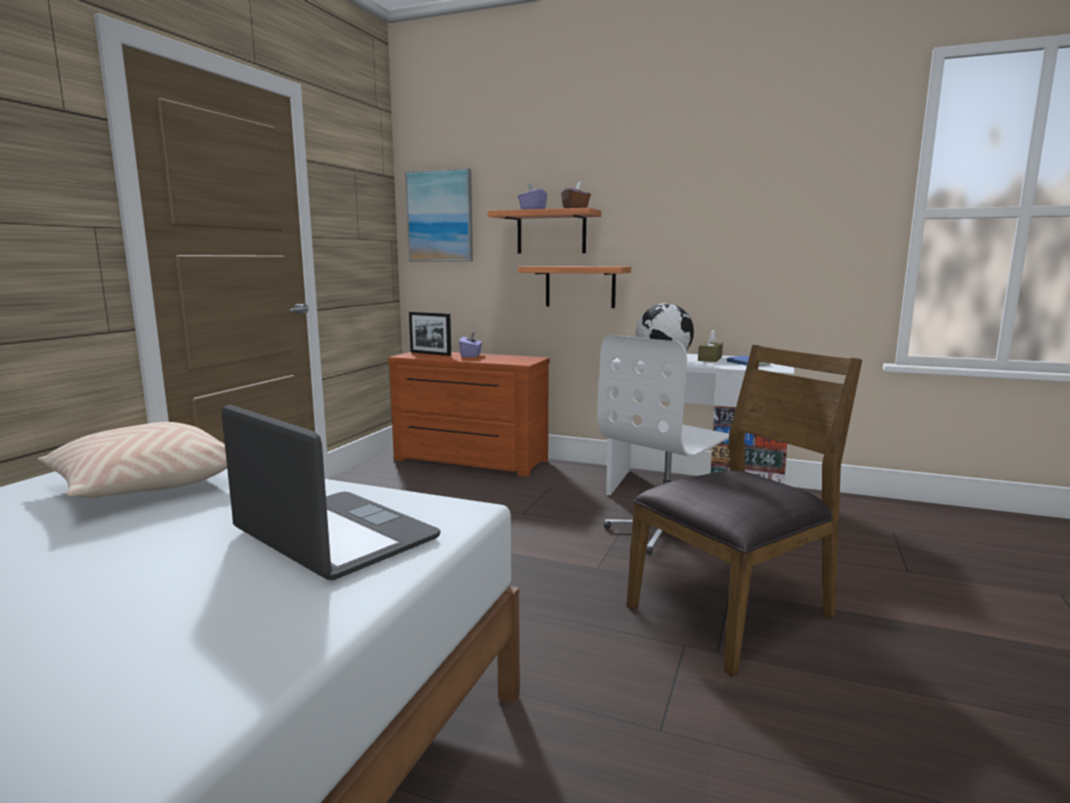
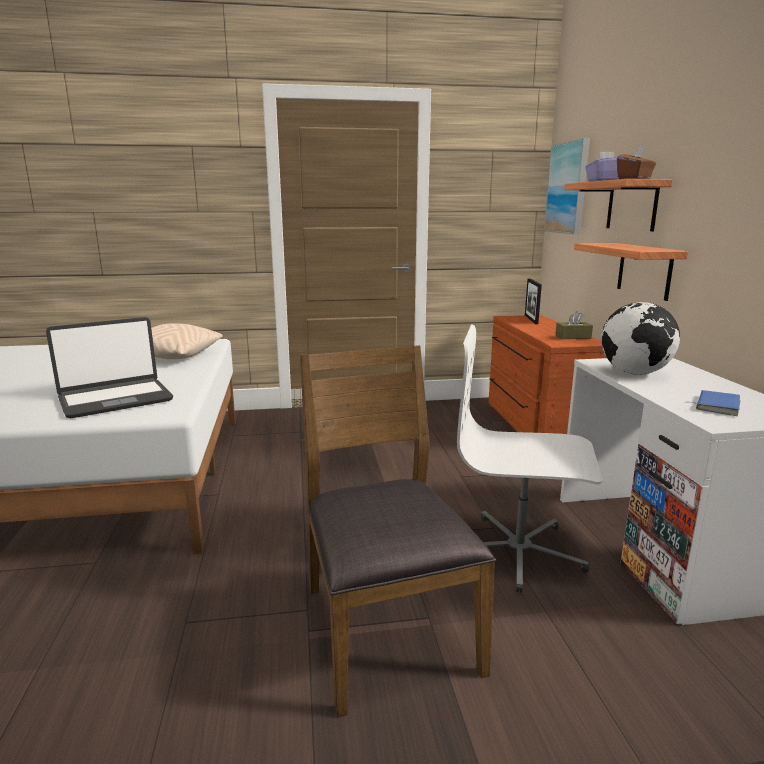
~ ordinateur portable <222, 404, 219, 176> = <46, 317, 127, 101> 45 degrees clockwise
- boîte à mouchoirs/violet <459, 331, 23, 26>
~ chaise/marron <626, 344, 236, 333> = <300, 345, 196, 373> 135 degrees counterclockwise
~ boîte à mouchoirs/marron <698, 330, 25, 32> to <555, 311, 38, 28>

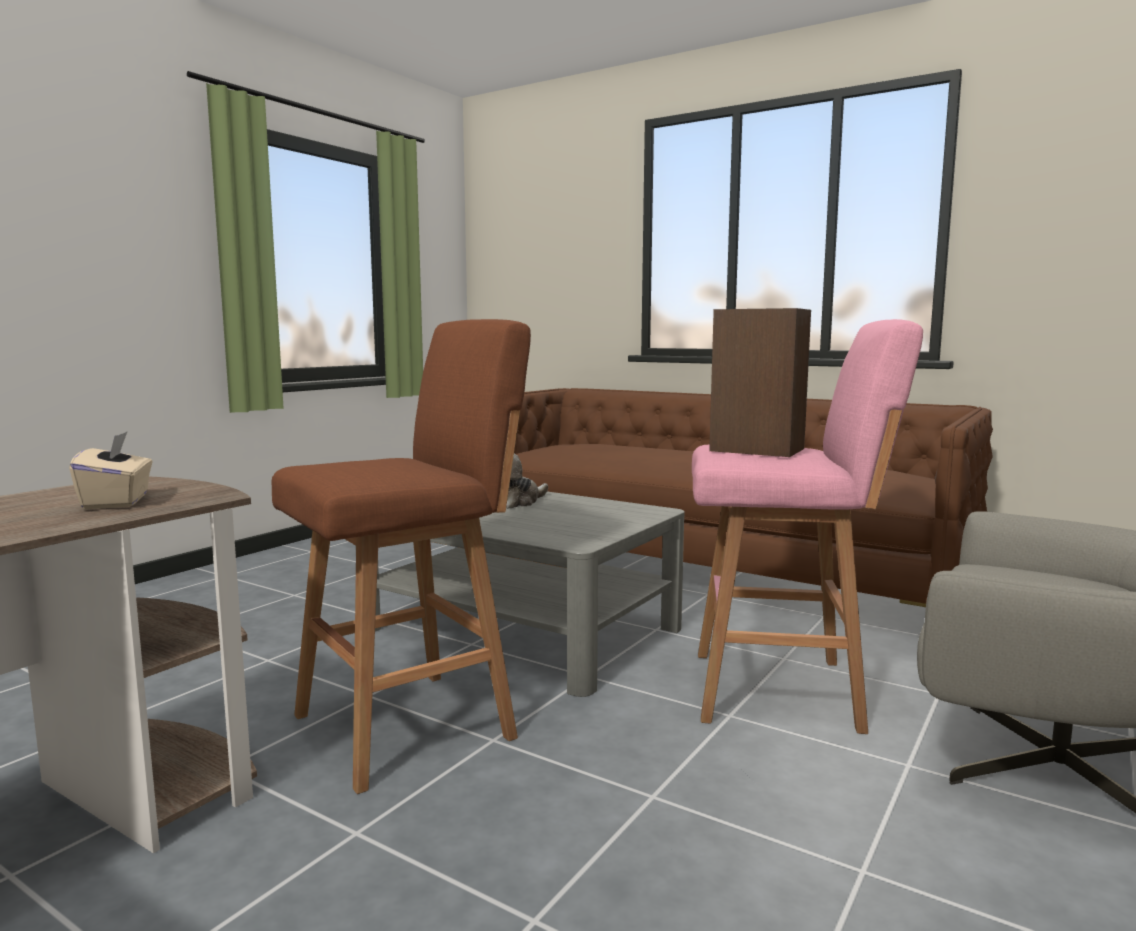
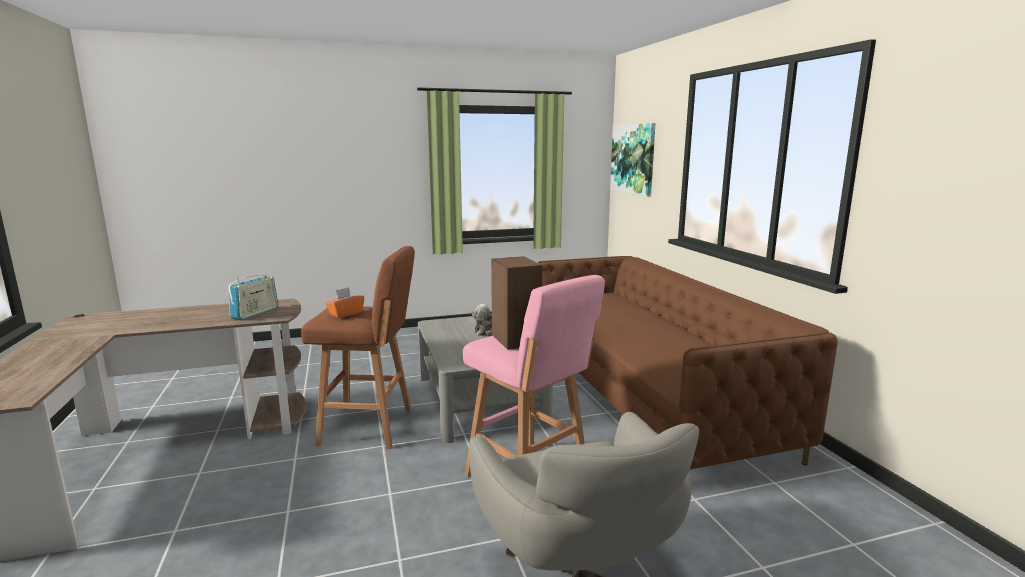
~ boîte à mouchoirs/beige <69, 431, 84, 78> to radio <228, 275, 50, 45>
+ boîte à mouchoirs/orange <325, 287, 39, 31>
+ tableau <610, 123, 46, 74>

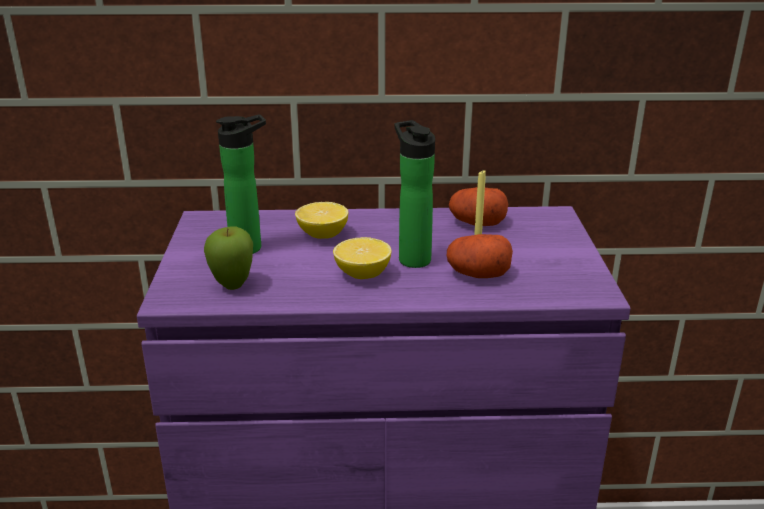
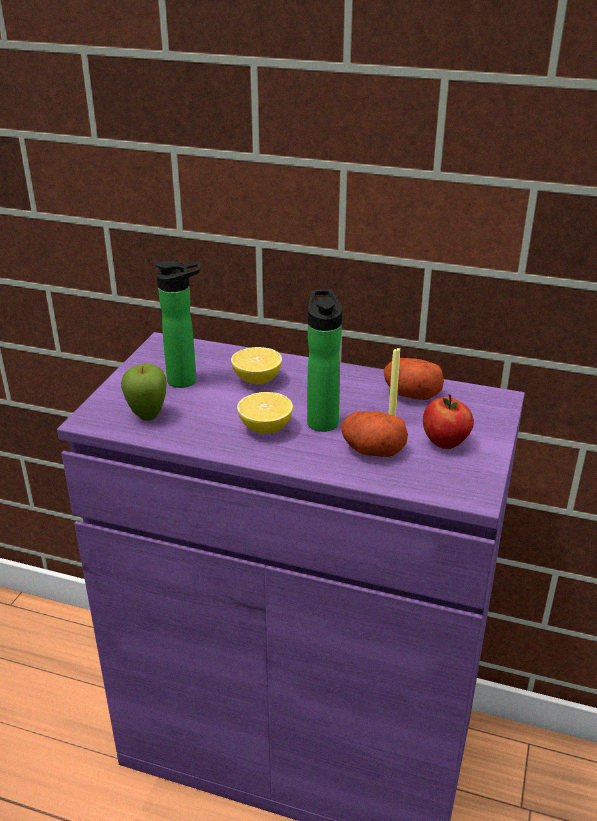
+ pomme <423, 394, 51, 55>

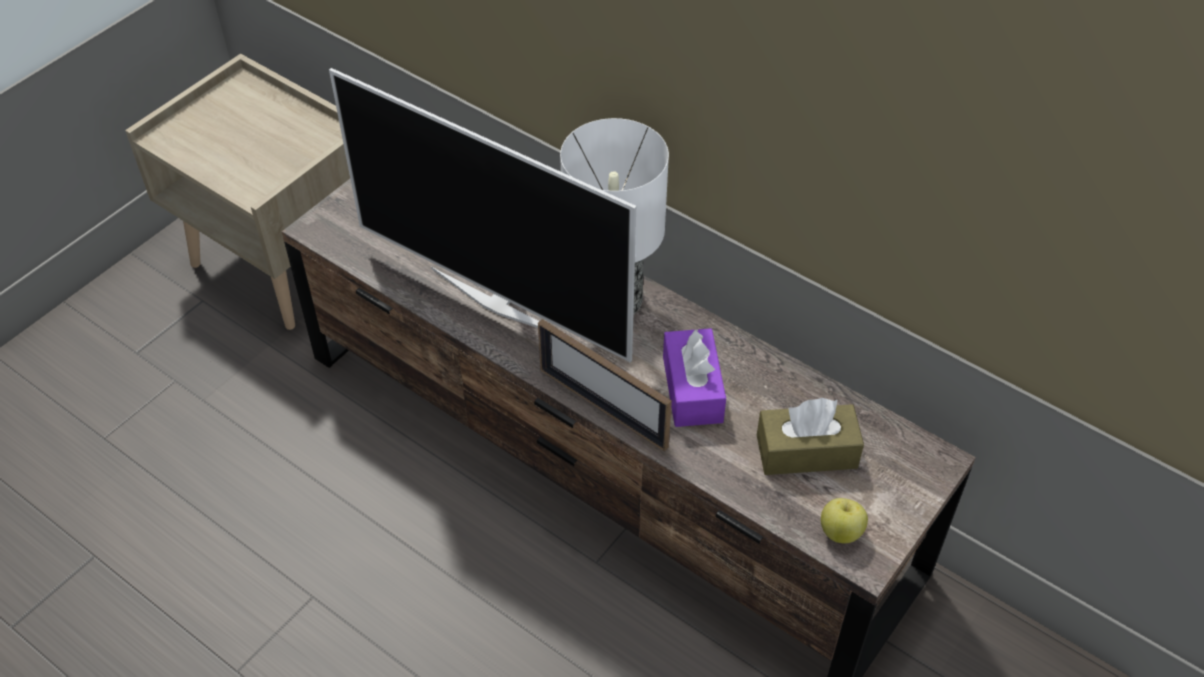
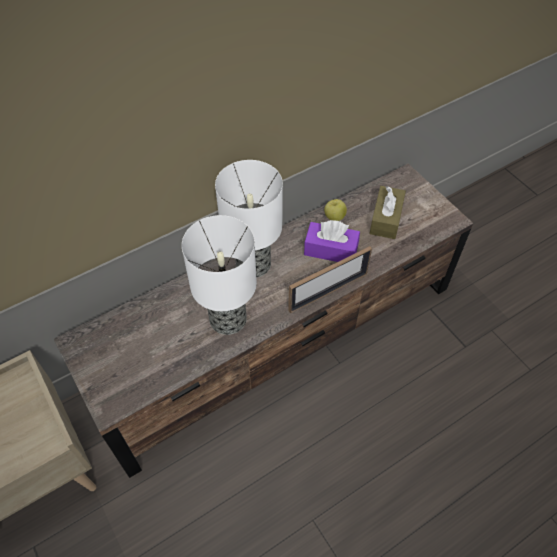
~ téléviseur <329, 68, 307, 294> to lampe de table <182, 215, 75, 120>
~ pomme <821, 498, 47, 45> to <324, 199, 23, 22>

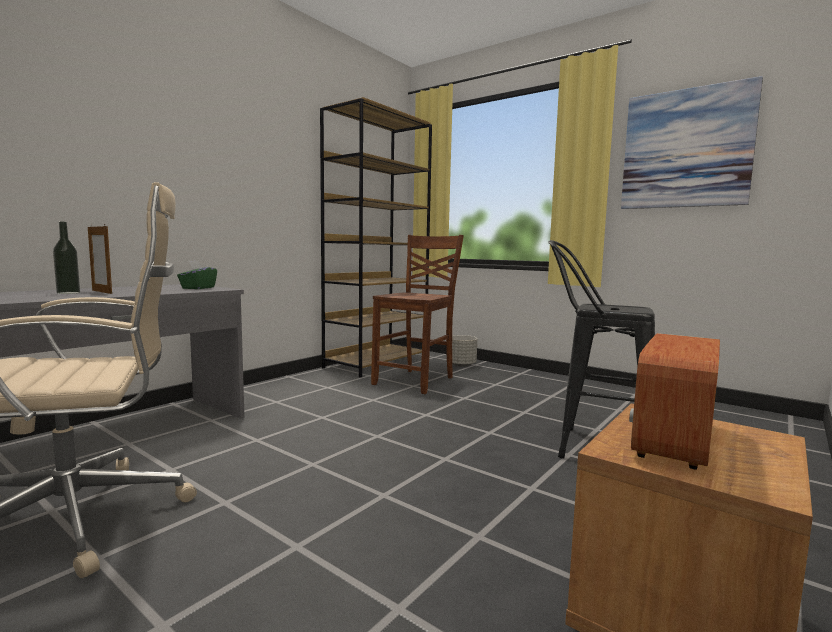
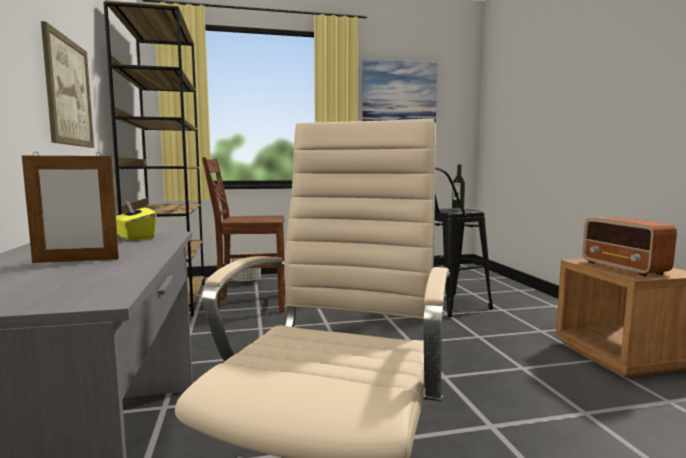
~ bouteille <53, 222, 27, 72> to <452, 164, 13, 46>
~ boîte à mouchoirs/vert <177, 260, 40, 29> to boîte à mouchoirs/jaune <116, 200, 41, 40>
~ chaise/marron <371, 235, 93, 159> = <202, 157, 83, 155> 75 degrees counterclockwise
+ tableau <41, 21, 53, 127>

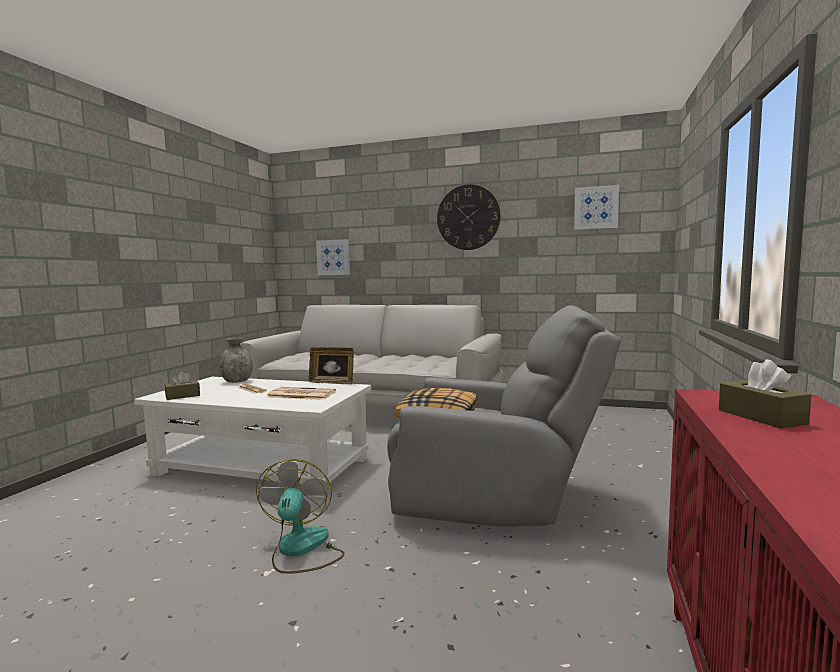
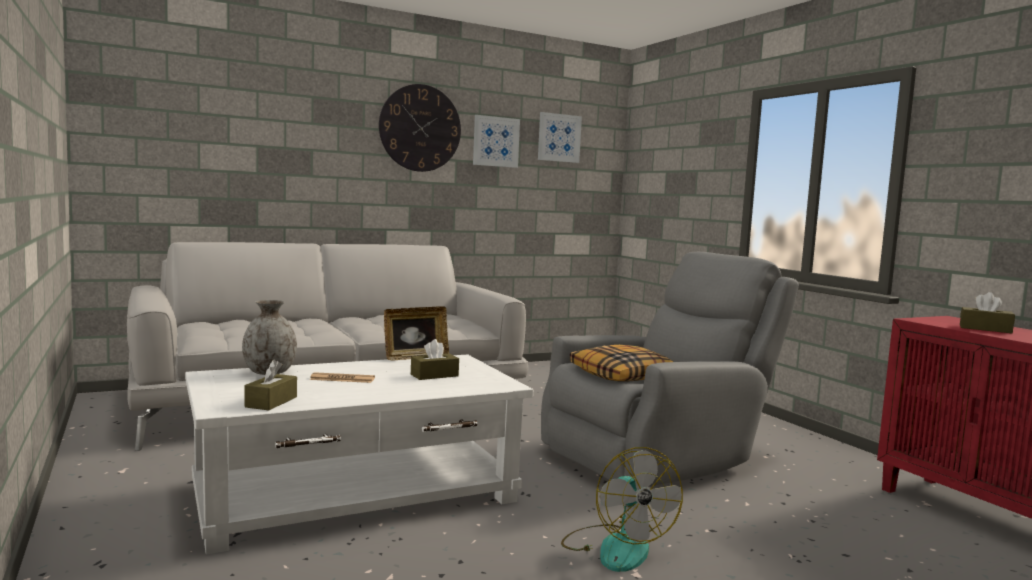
~ ventilateur <256, 459, 89, 115> = <561, 447, 122, 125> 150 degrees counterclockwise
~ journal <267, 387, 69, 13> to boîte à mouchoirs/marron <411, 339, 48, 41>
~ tableau <316, 239, 34, 36> to <473, 115, 47, 53>

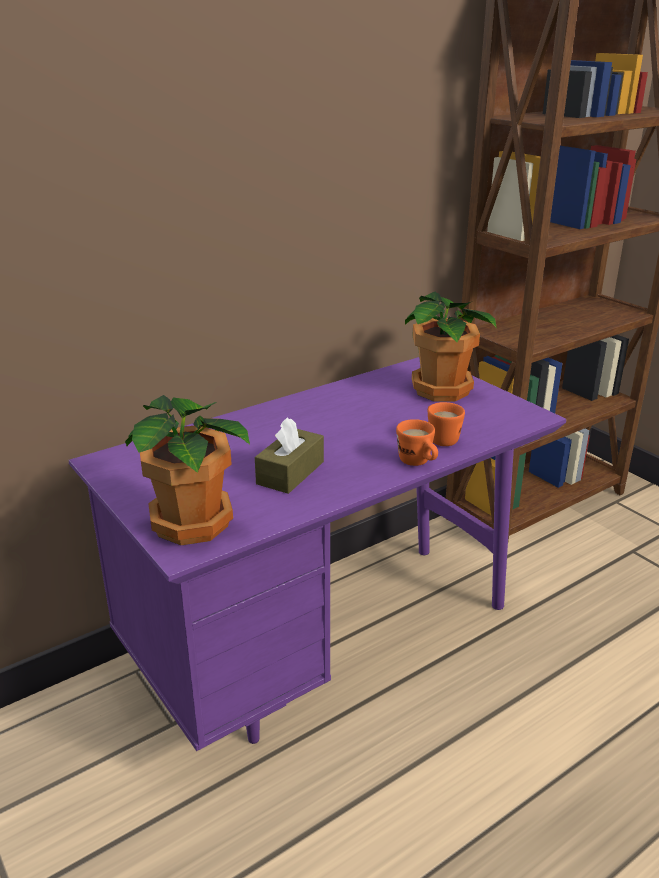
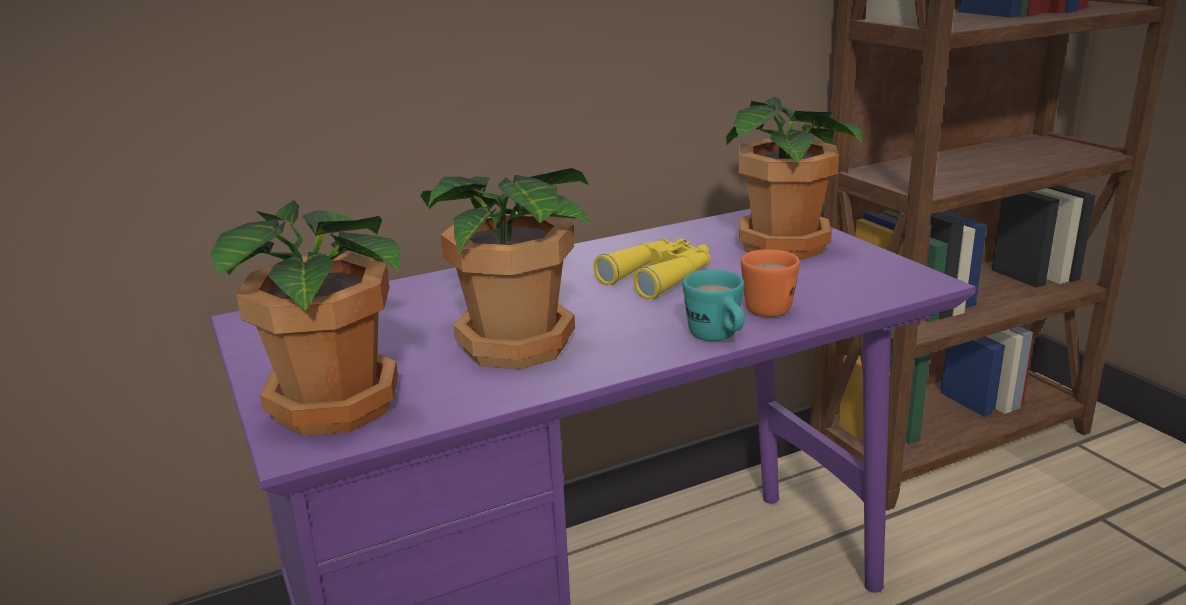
~ boîte à mouchoirs/marron <255, 417, 69, 77> to plante en pot <421, 168, 171, 202>
~ mug/orange <396, 419, 42, 47> to mug/turquoise <683, 270, 62, 71>
+ jumelles/jaune <593, 238, 118, 62>

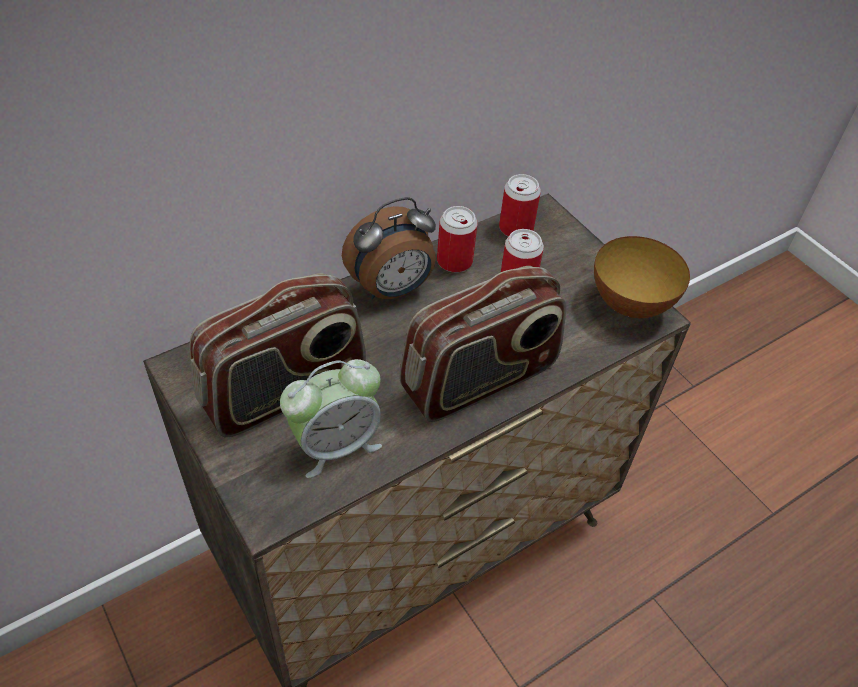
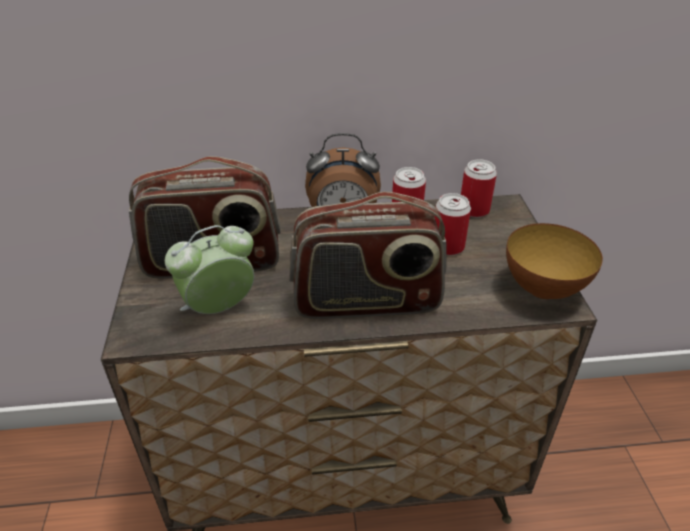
~ réveil <280, 359, 102, 119> = <165, 225, 89, 89> 150 degrees clockwise

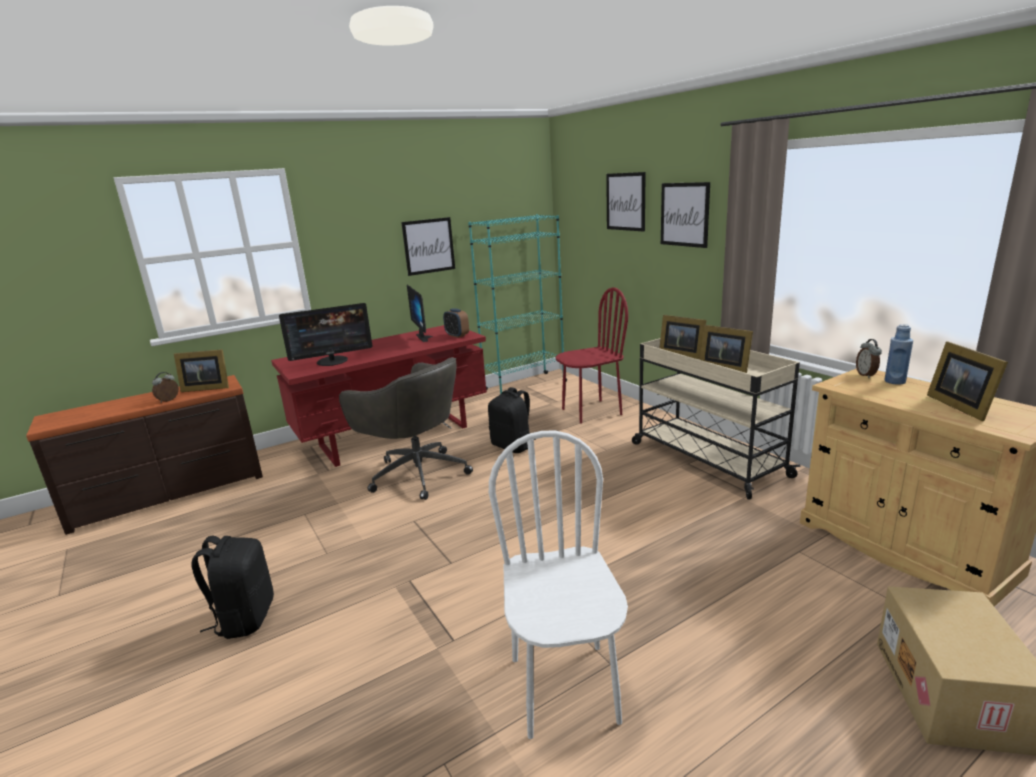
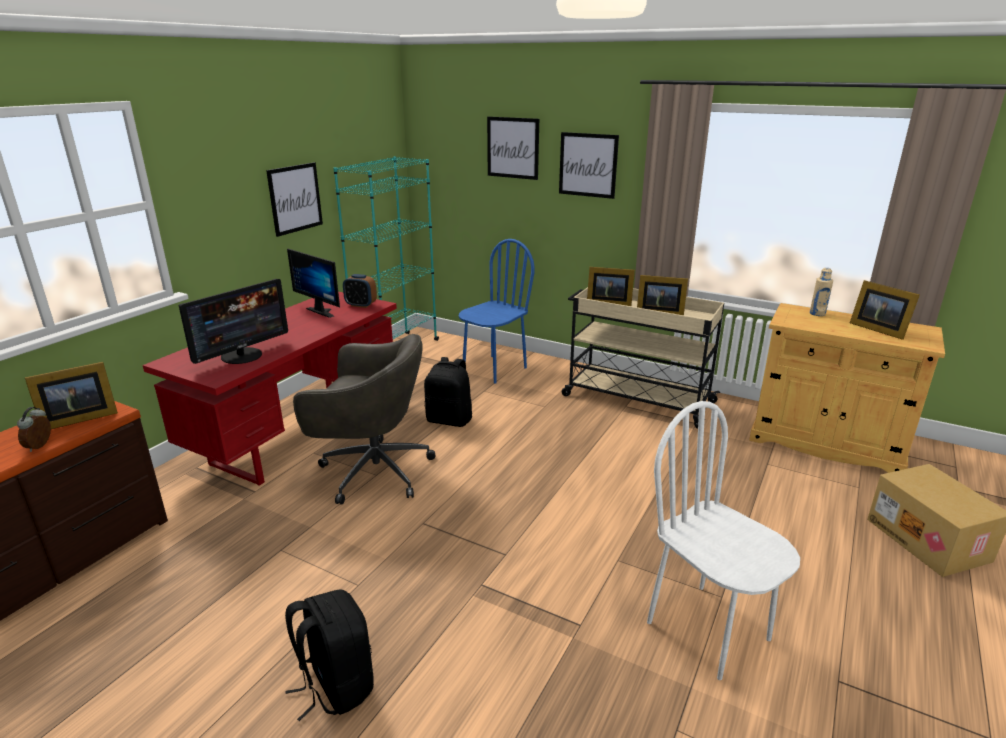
~ chaise/rouge <556, 287, 72, 137> to chaise/bleu <459, 239, 76, 145>
- réveil <856, 339, 26, 39>
~ bouteille/bleu <884, 324, 29, 61> to bouteille/beige <810, 268, 23, 48>

